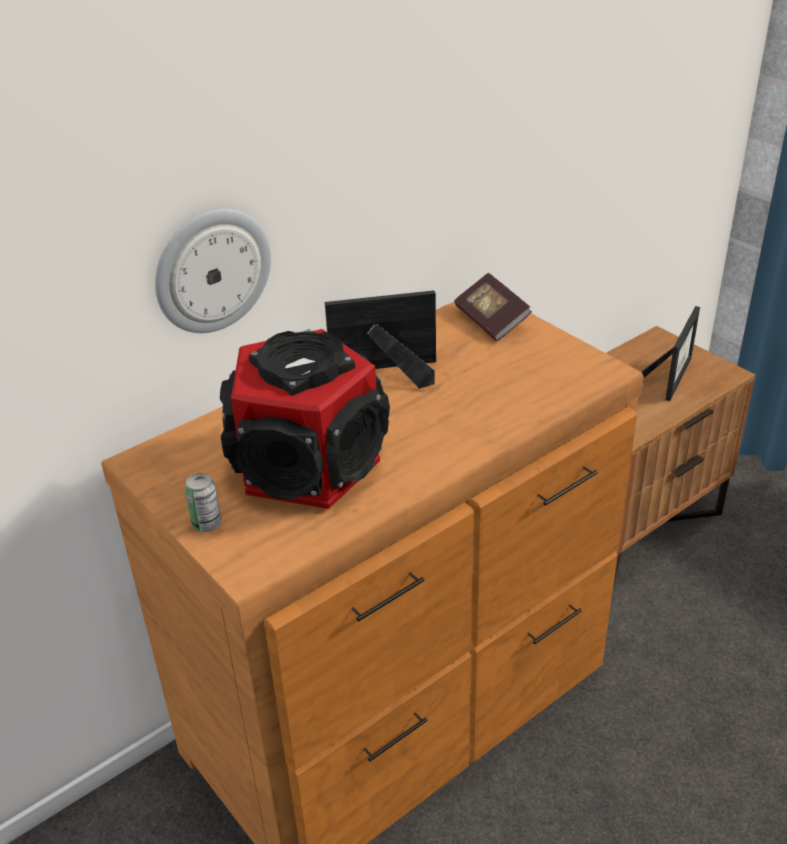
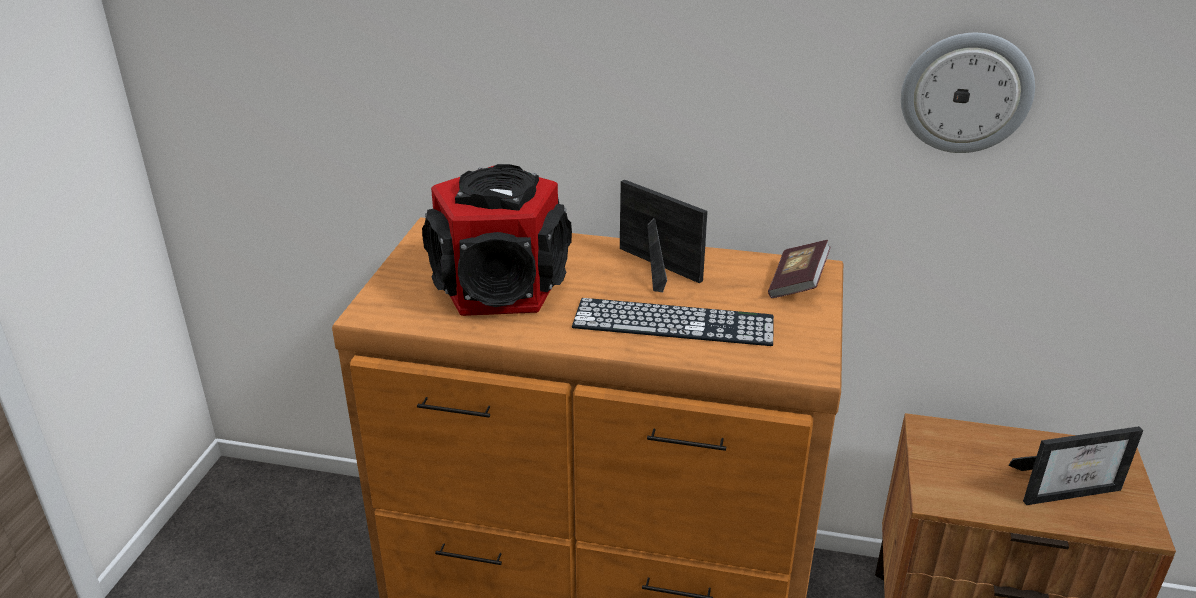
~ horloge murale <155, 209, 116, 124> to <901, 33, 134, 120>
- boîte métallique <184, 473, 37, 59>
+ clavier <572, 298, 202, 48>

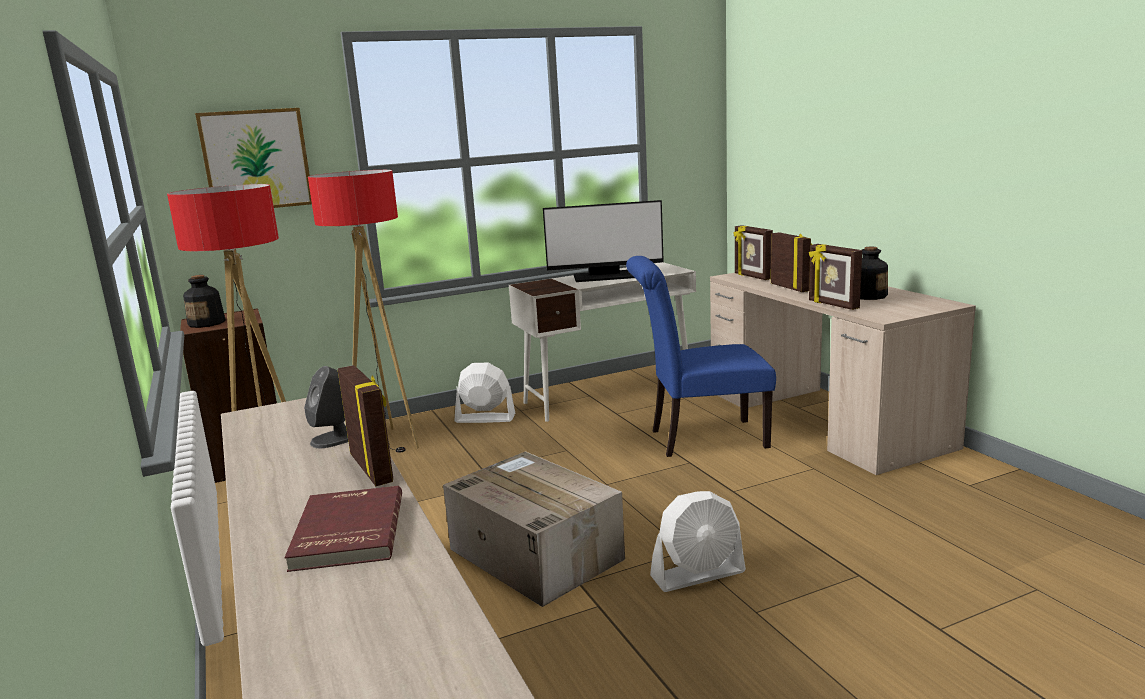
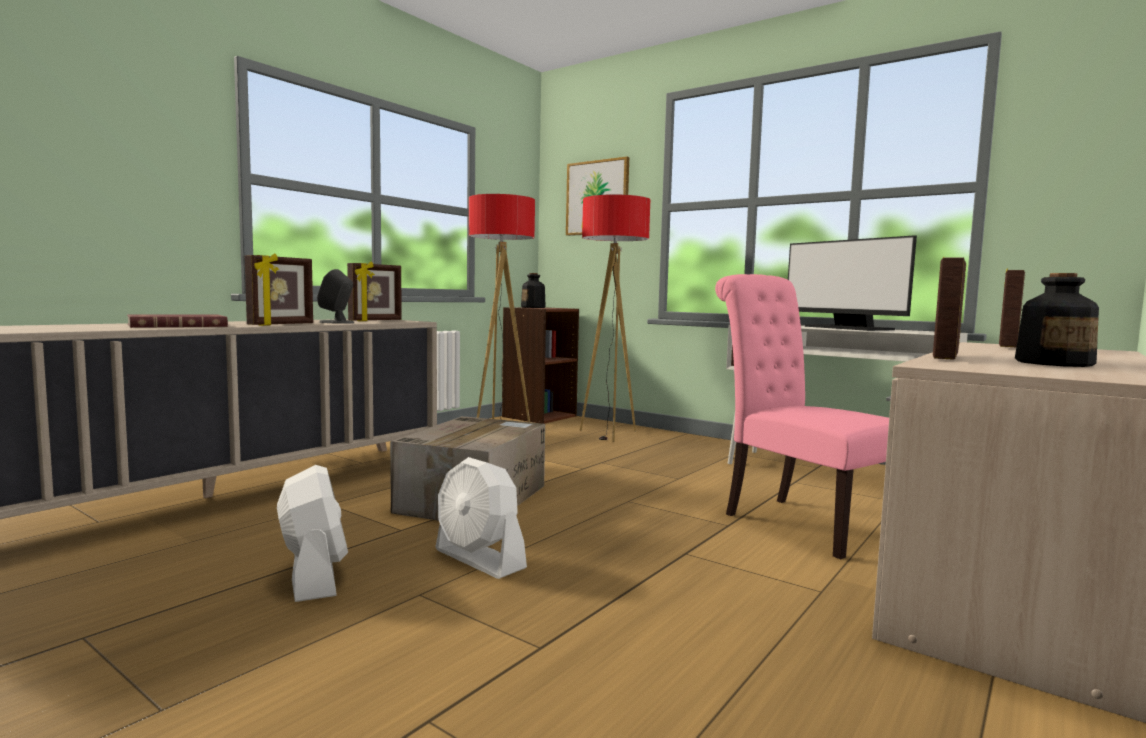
~ ventilateur/blanc <455, 363, 60, 60> to <277, 465, 71, 137>
~ chaise/bleu <626, 256, 150, 201> to chaise/rose <715, 274, 174, 285>
~ cadre photo <771, 232, 41, 60> to <347, 261, 55, 60>

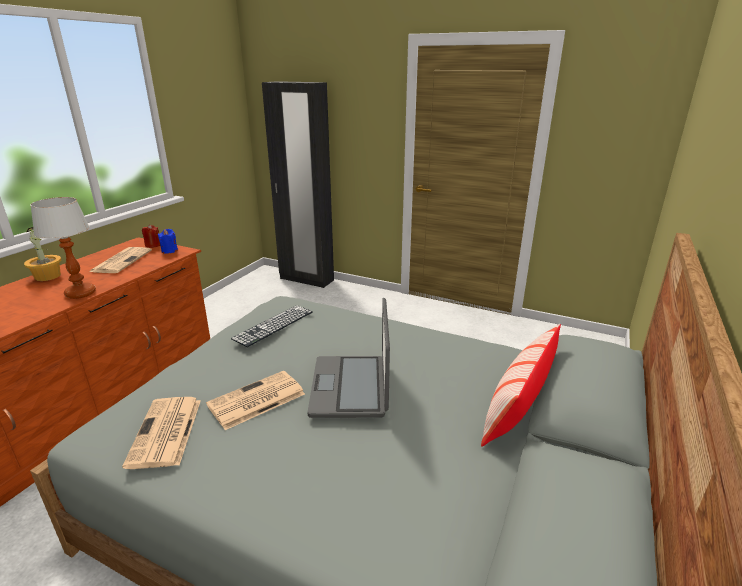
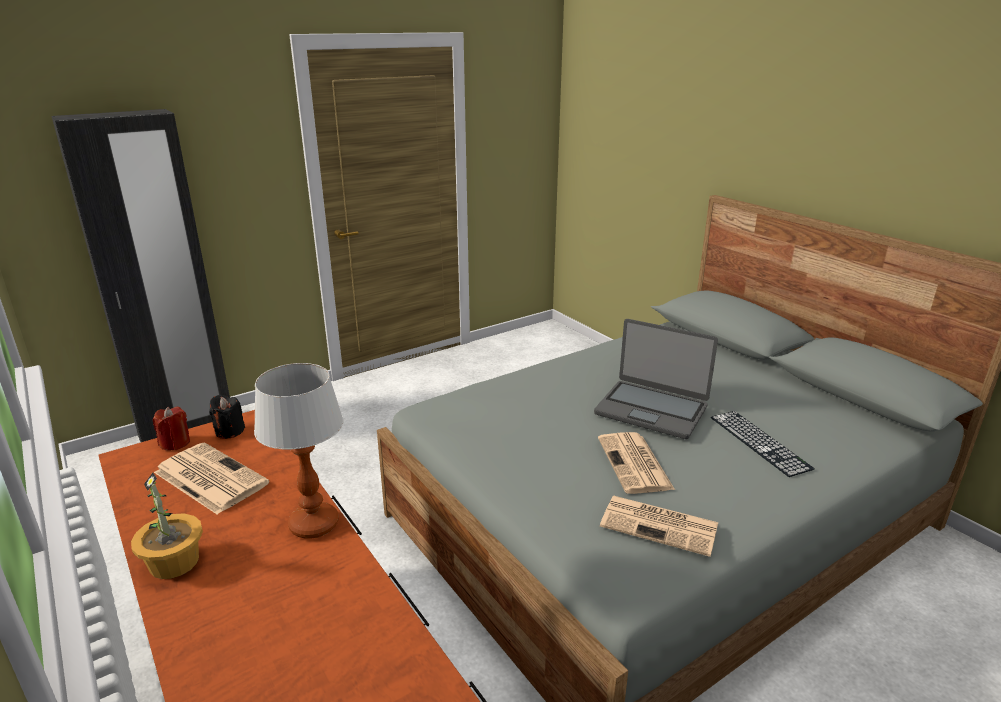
~ bougie/bleu <158, 229, 20, 25> to bougie/noir <209, 395, 36, 44>
~ clavier <231, 305, 82, 42> to <711, 411, 104, 66>
- coussin <481, 324, 80, 123>

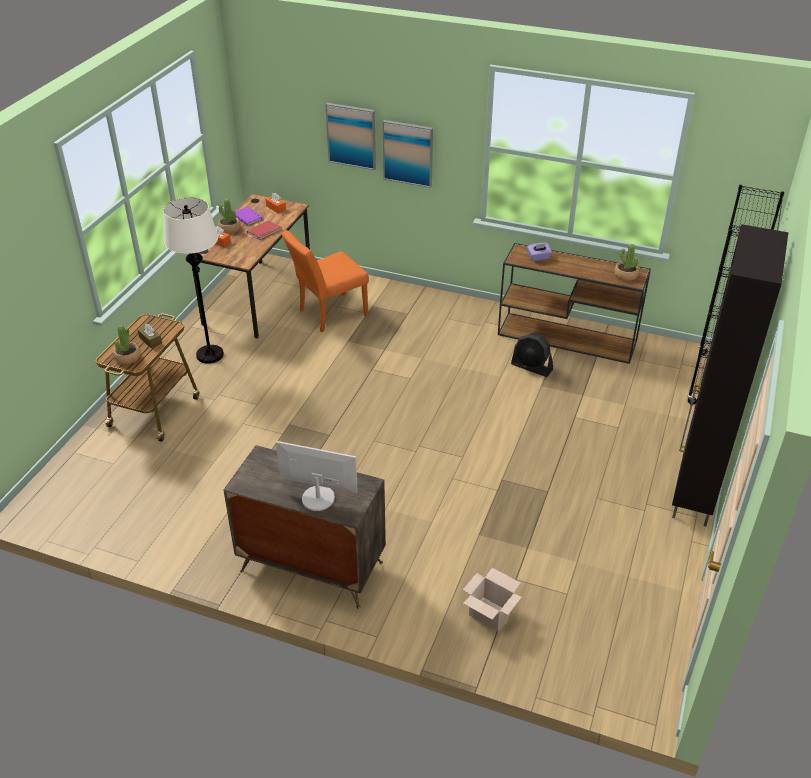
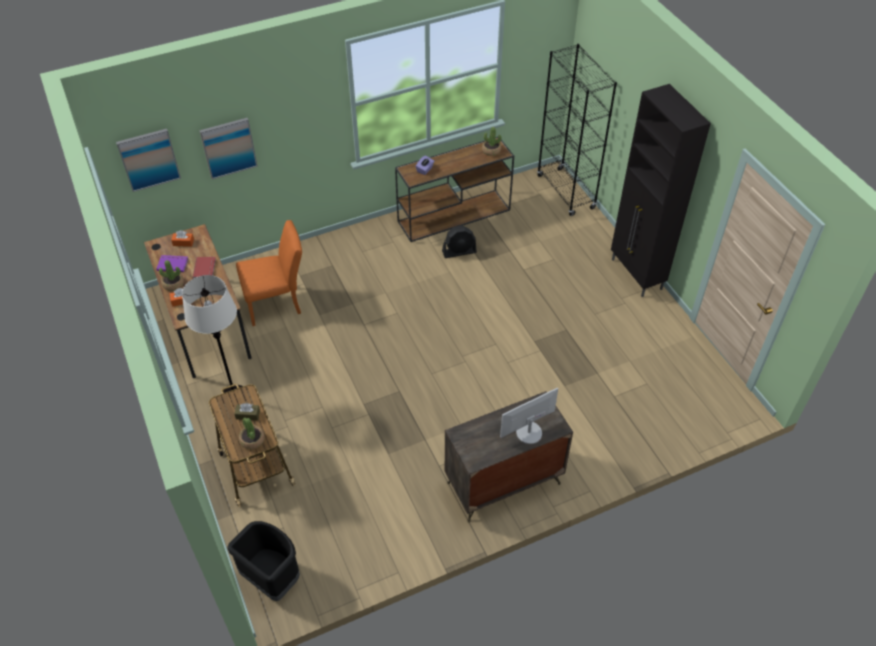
~ chaise/orange <282, 230, 87, 102> = <236, 220, 66, 106> 120 degrees counterclockwise
~ tableau <383, 120, 50, 68> to <116, 129, 65, 63>
- carton <463, 568, 59, 63>
+ poubelle/noir <227, 521, 73, 80>

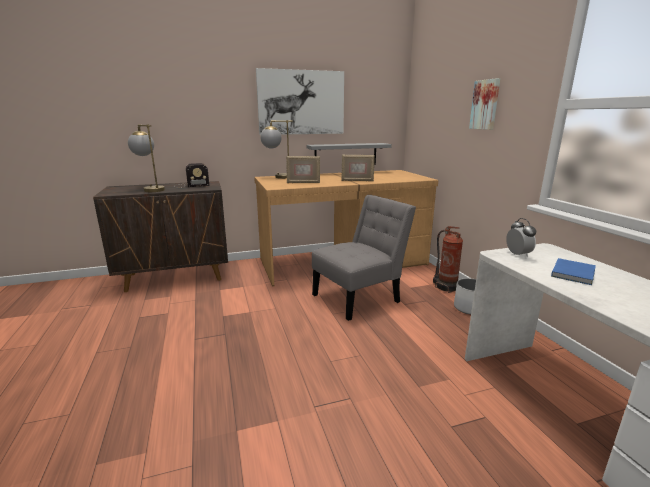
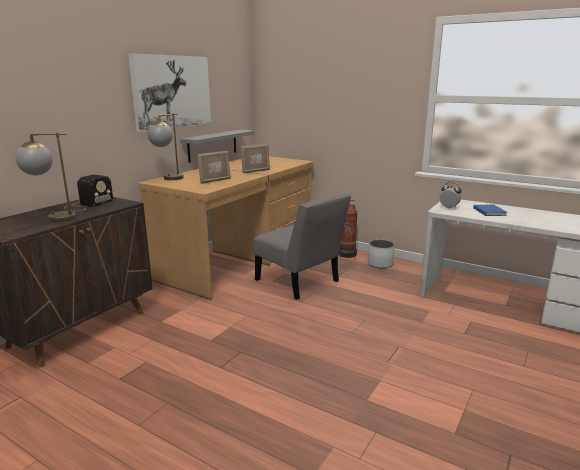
~ chaise/gris <312, 195, 104, 126> = <253, 193, 98, 107> 120 degrees clockwise
- tableau <469, 78, 31, 52>

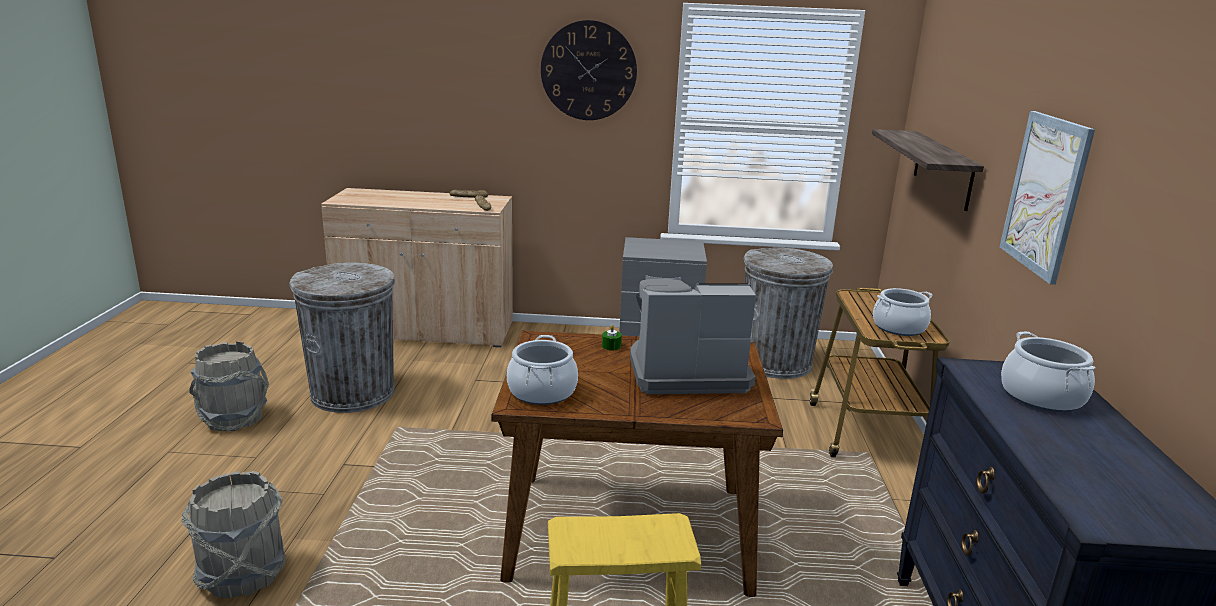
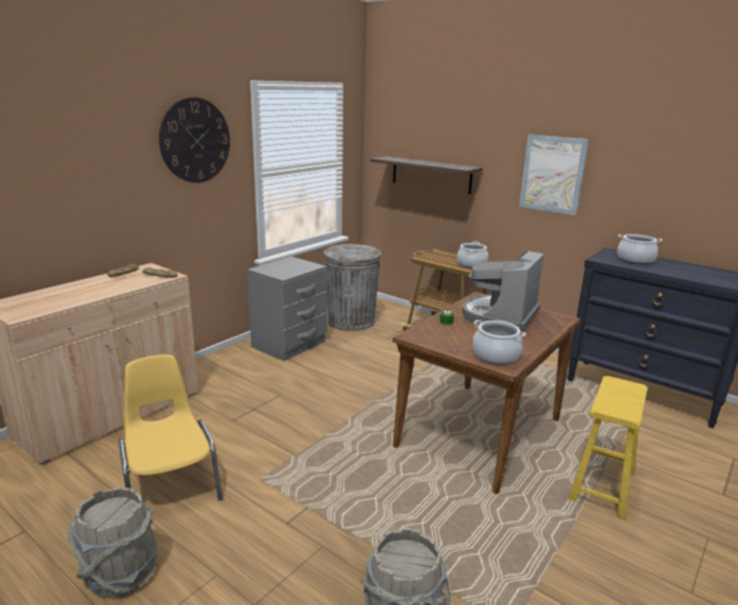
~ poubelle/gris <289, 263, 106, 150> to chaise/jaune <119, 355, 104, 146>

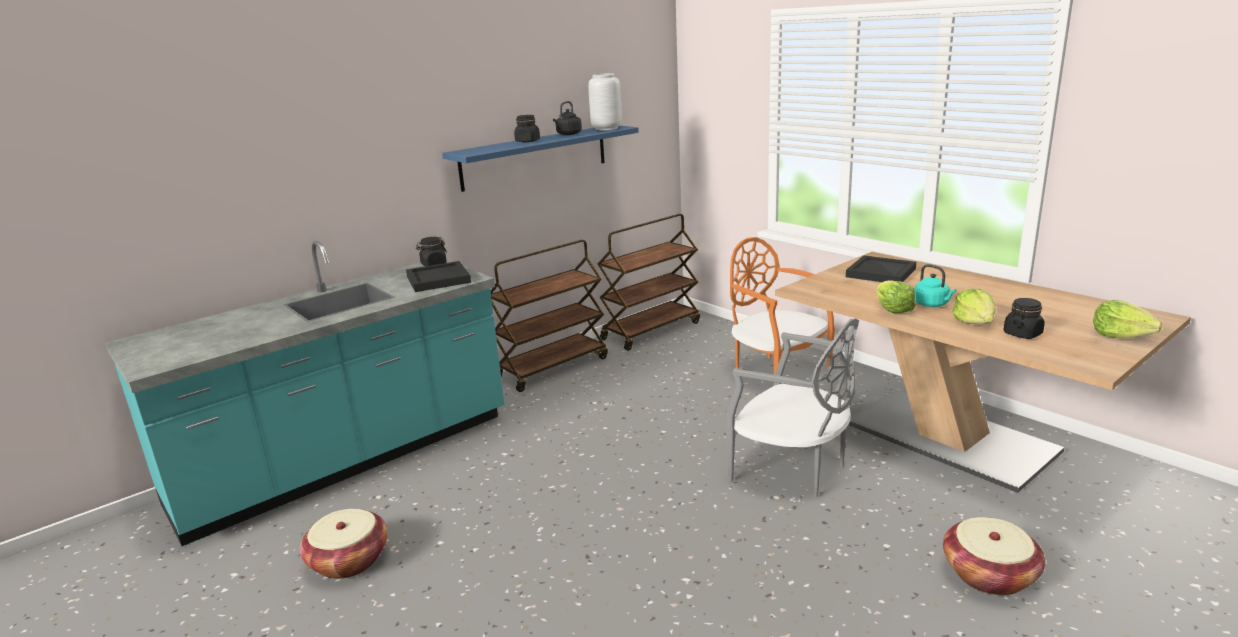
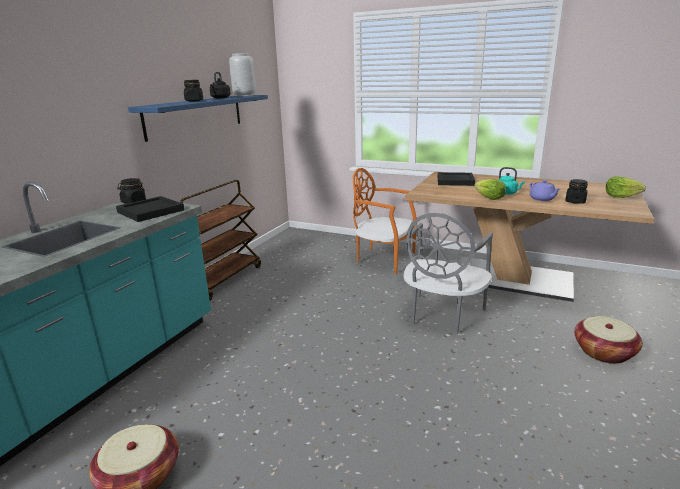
- chariot/marron <598, 214, 102, 137>
~ chaise/gris <726, 319, 133, 178> = <403, 213, 90, 121> 105 degrees clockwise
~ laitue <952, 289, 44, 35> to théière/violet <529, 180, 31, 21>

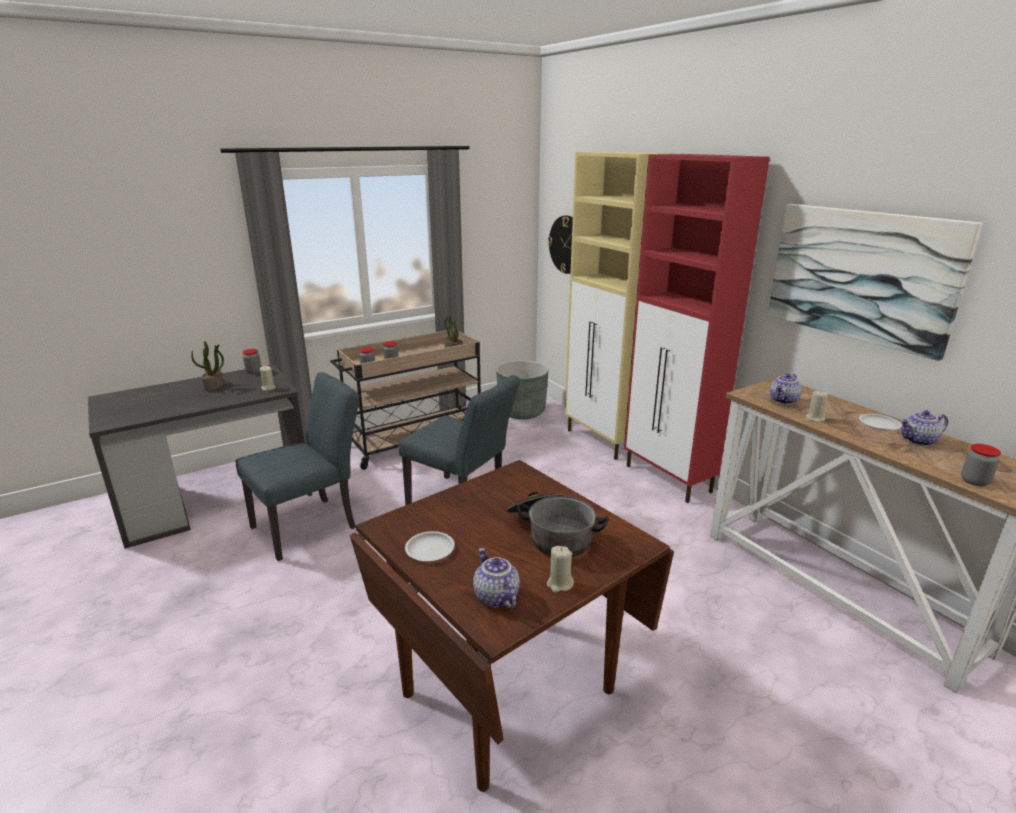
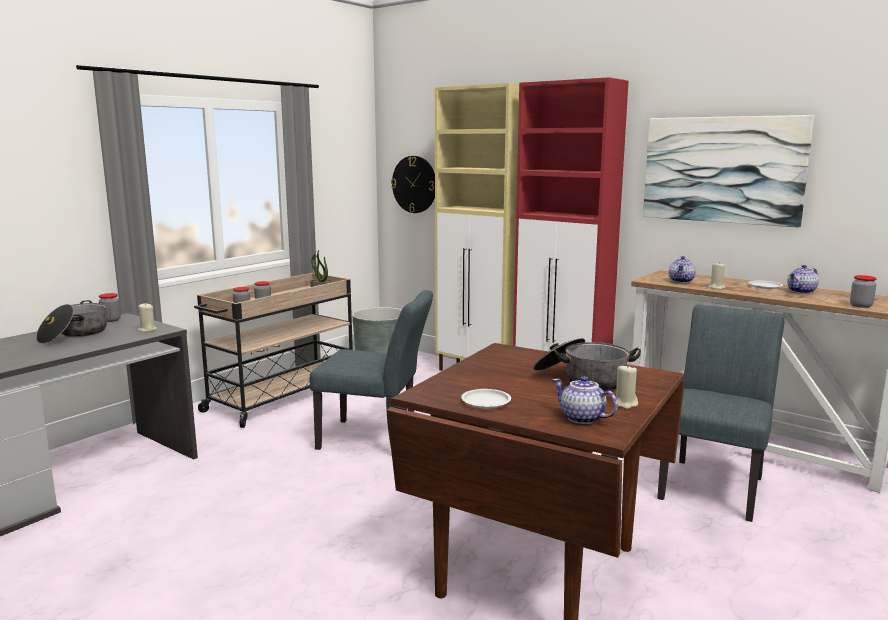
~ plante en pot <191, 341, 33, 50> to marmite <36, 300, 71, 44>
~ chaise/gris <236, 372, 123, 189> to <657, 305, 128, 217>

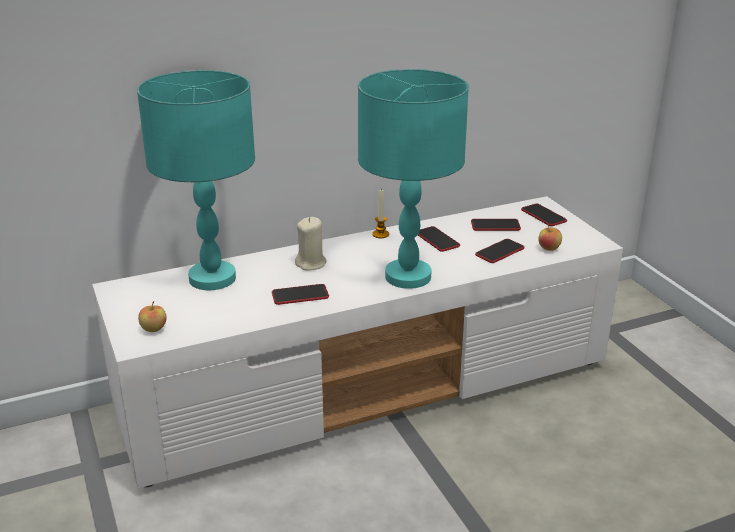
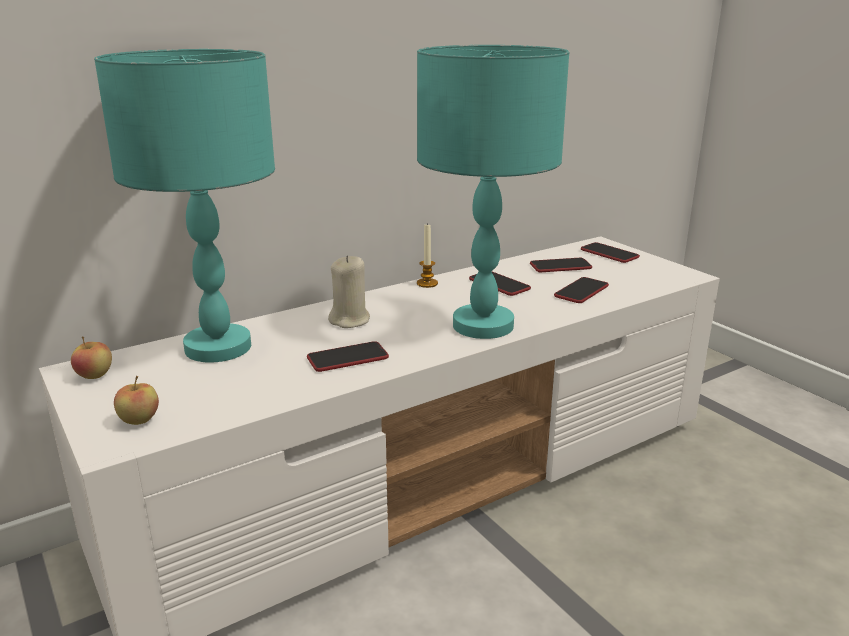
~ pomme <538, 224, 24, 27> to <71, 336, 41, 43>

